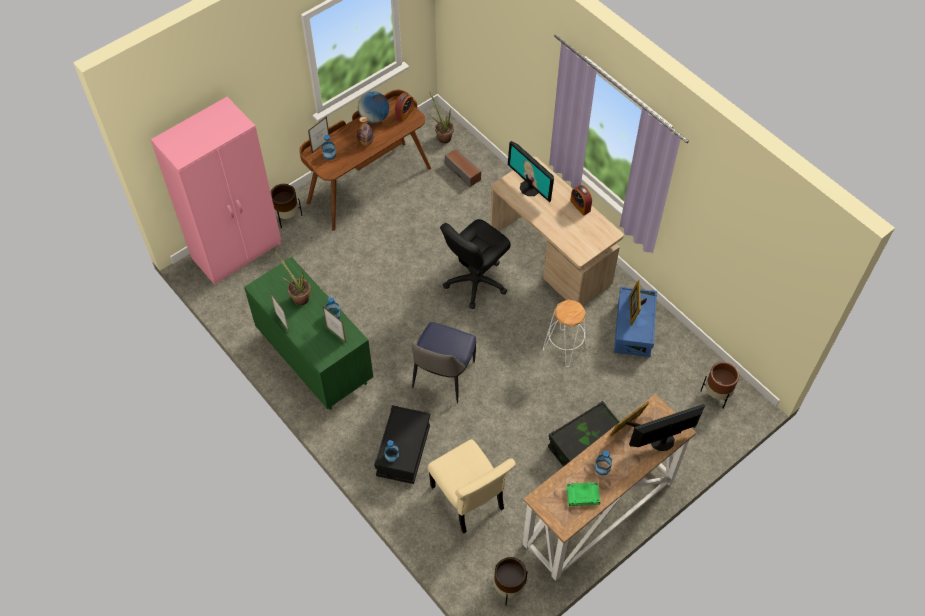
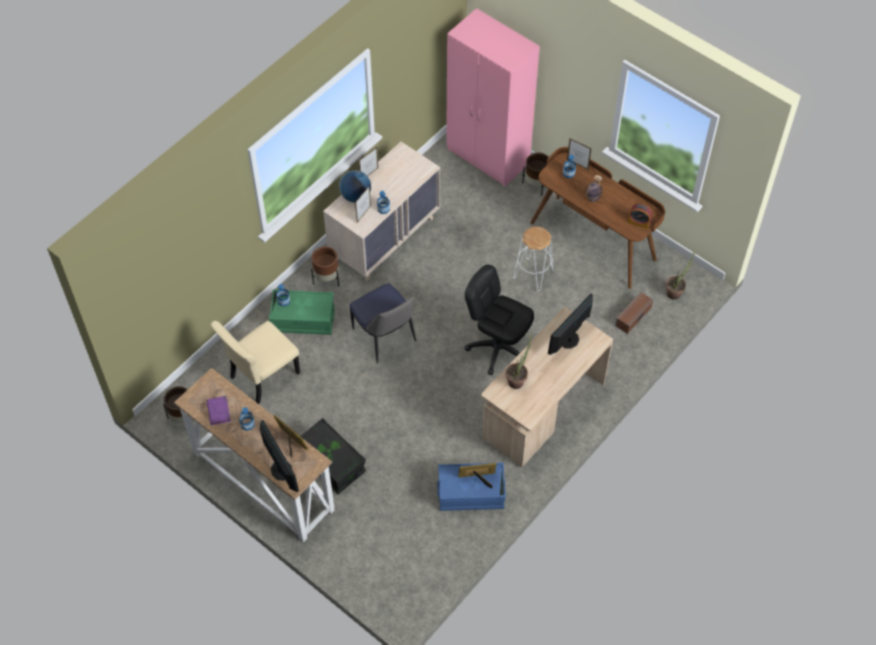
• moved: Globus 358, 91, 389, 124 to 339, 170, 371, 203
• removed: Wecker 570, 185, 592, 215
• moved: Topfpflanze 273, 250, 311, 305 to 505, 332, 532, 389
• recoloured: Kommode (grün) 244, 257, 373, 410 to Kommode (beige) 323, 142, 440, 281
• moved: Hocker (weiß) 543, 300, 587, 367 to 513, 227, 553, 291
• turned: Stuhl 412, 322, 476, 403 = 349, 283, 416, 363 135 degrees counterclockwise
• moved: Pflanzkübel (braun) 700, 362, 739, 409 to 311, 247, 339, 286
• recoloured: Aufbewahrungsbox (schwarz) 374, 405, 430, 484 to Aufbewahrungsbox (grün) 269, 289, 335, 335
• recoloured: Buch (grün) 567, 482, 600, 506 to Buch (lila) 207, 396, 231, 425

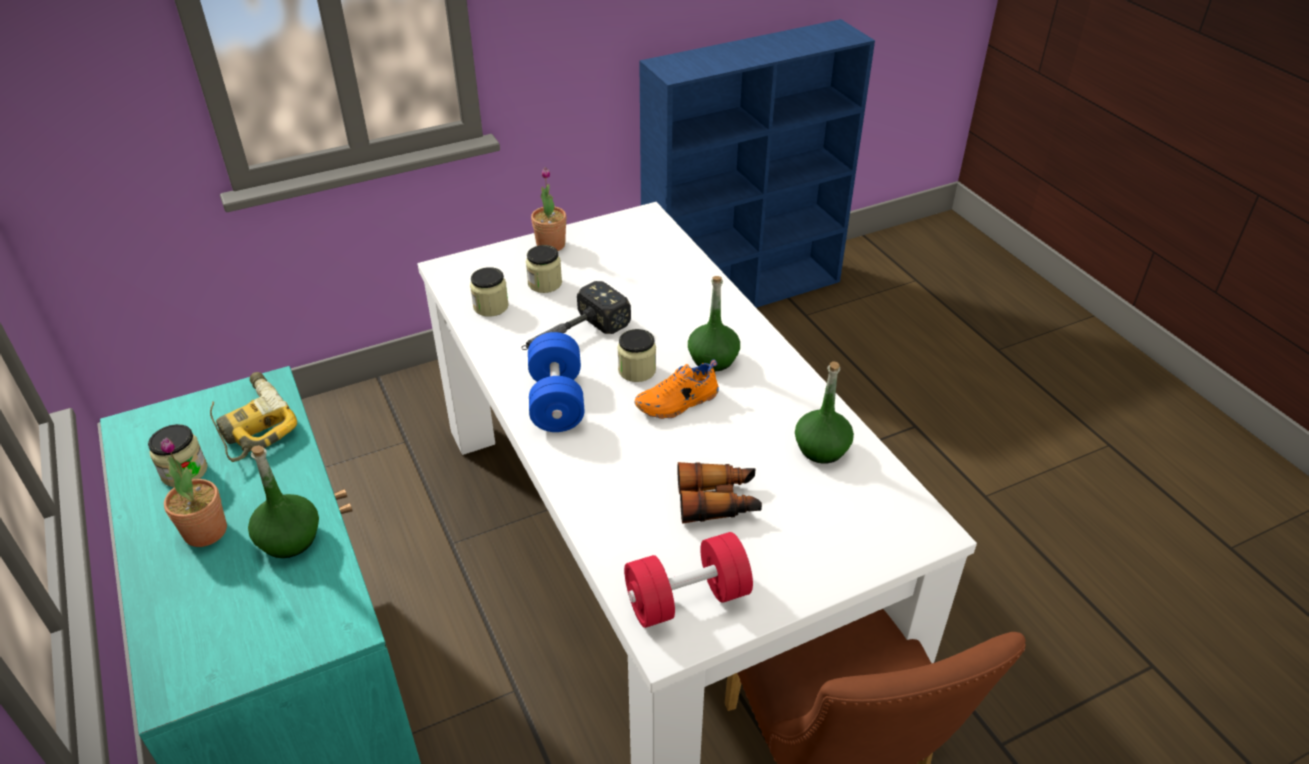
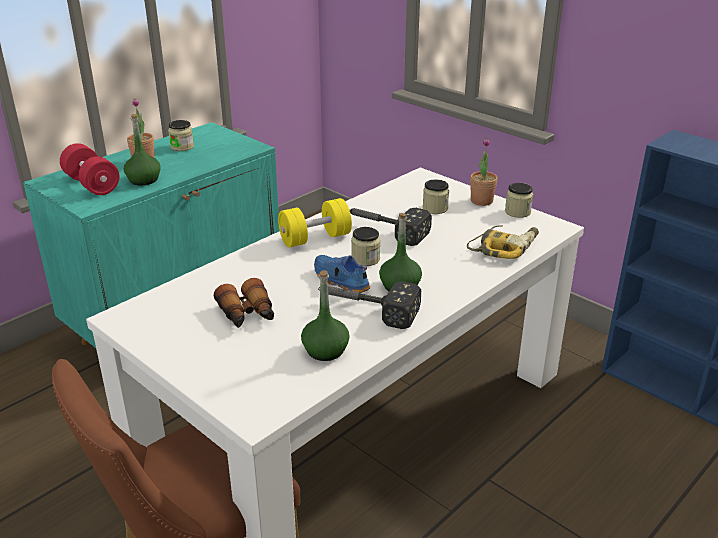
• moved: Vorratsglas 470, 267, 509, 317 to 505, 183, 533, 218
• recoloured: Hantel (blau) 528, 332, 585, 432 to Hantel (gelb) 278, 198, 352, 248
• recoloured: Schuh (orange) 635, 359, 719, 419 to Schuh (blau) 314, 255, 370, 293
• moved: Bohrmaschine 210, 372, 297, 462 to 467, 225, 539, 259
• moved: Hantel (rot) 624, 532, 753, 628 to 60, 143, 120, 195
• added: Hammer 318, 281, 421, 329

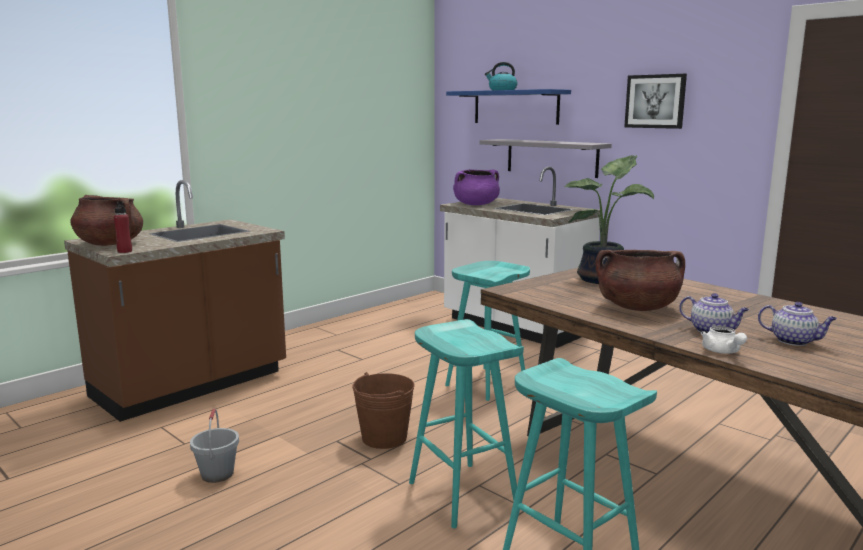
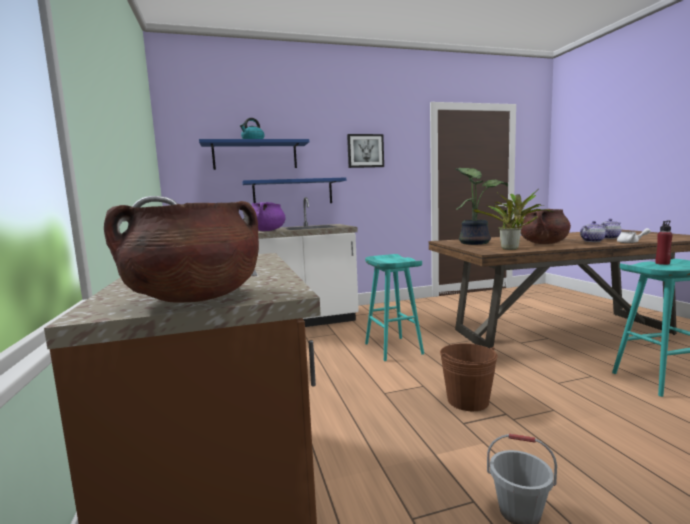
• recoloured: Wandregal (grau) 479, 139, 612, 178 to Wandregal (blau) 242, 177, 346, 203
• moved: Flasche (rot) 114, 201, 132, 253 to 655, 220, 673, 265
• removed: Hocker (türkis) 409, 319, 524, 528
• added: Topfpflanze 473, 188, 554, 250

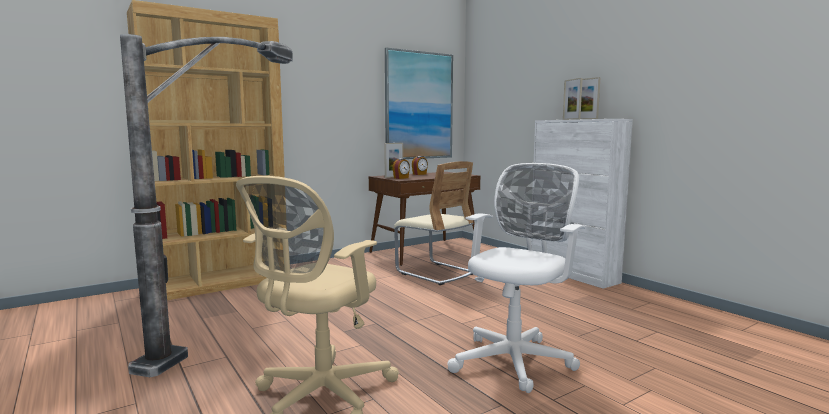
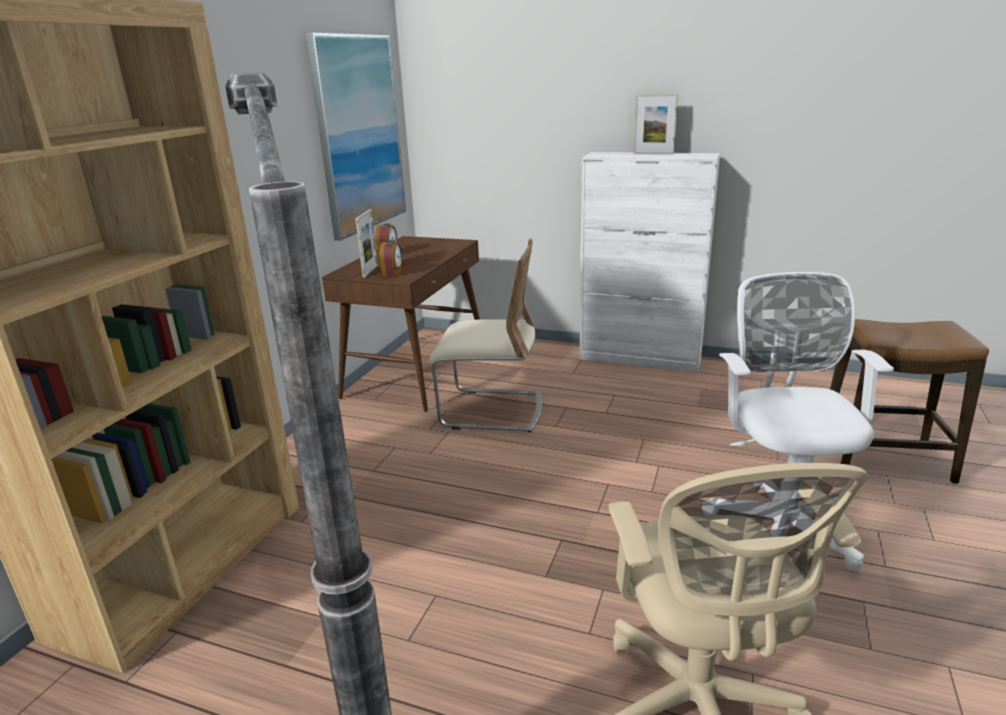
• removed: Bilderrahmen 563, 78, 583, 120
• added: Hocker 830, 319, 989, 484

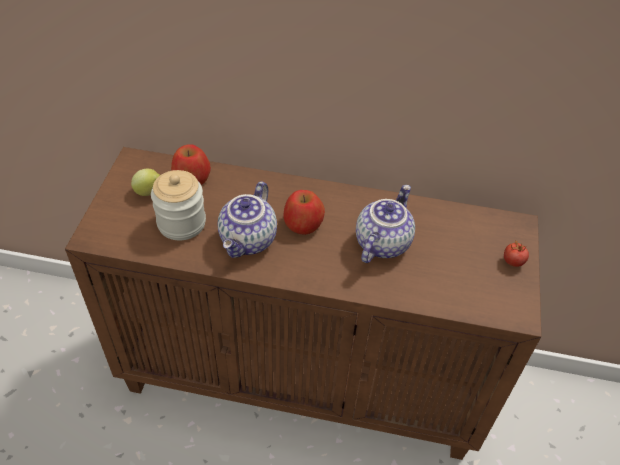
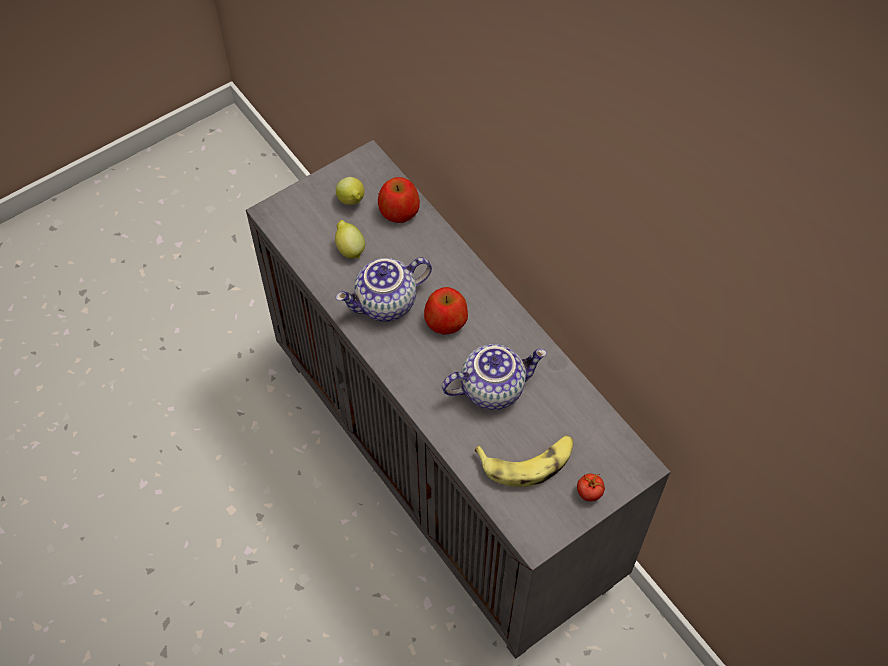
• recoloured: Schrank (braun) 65, 147, 541, 460 to Schrank (grau) 246, 140, 670, 659
• replaced: Vorratsglas 151, 170, 206, 240 to Zitrone 335, 220, 365, 259
• added: Banane 475, 435, 573, 487

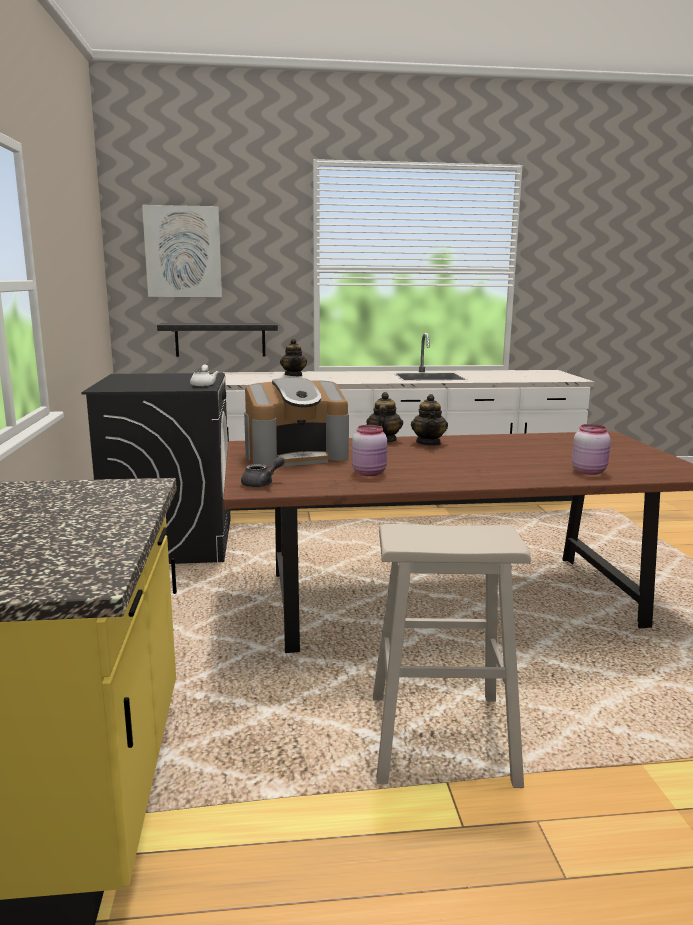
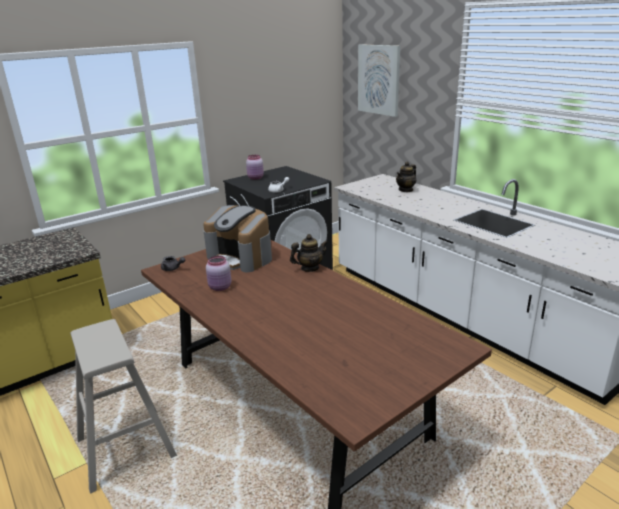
• removed: Wandregal (schwarz) 157, 323, 278, 357
• removed: Teekanne 411, 394, 448, 446
• moved: Vorratsglas (rosa) 572, 424, 611, 475 to 246, 155, 264, 180

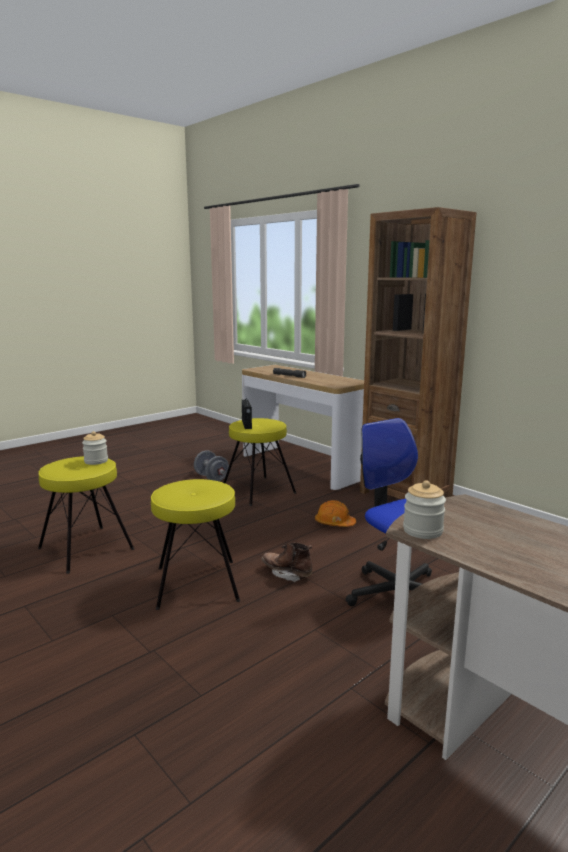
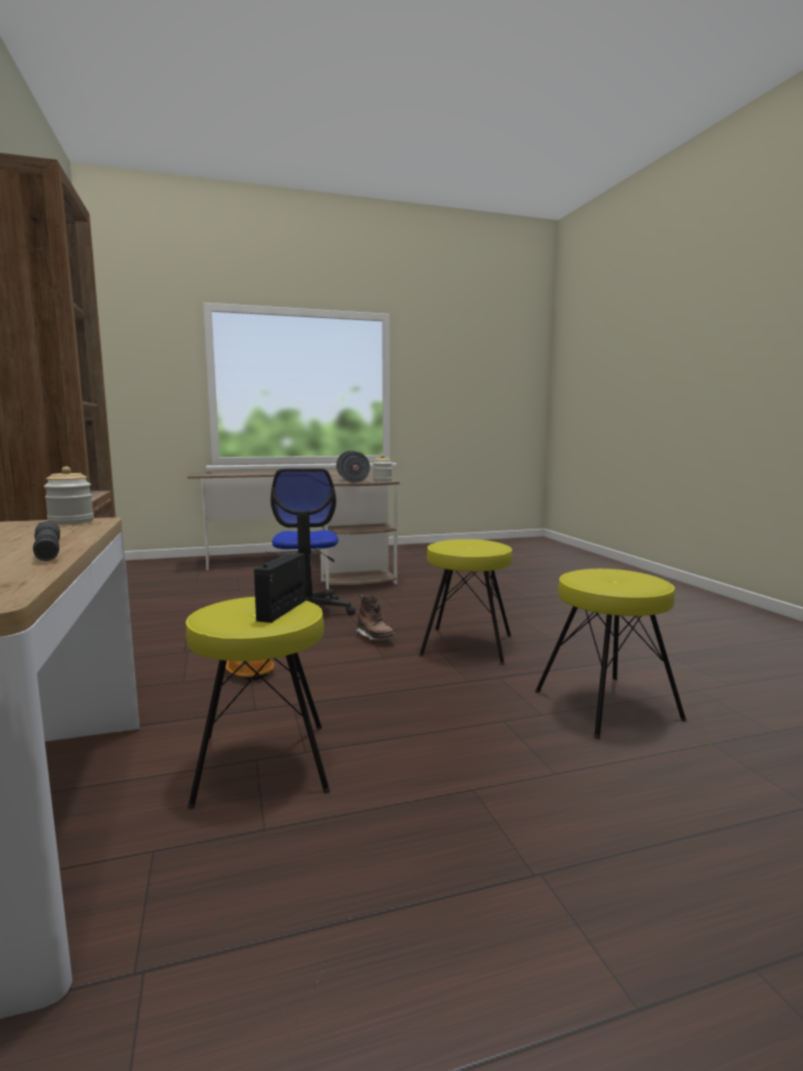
• moved: Vorratsglas 82, 431, 108, 465 to 44, 466, 94, 525
• moved: Hantel (grau) 194, 450, 229, 481 to 336, 450, 370, 483

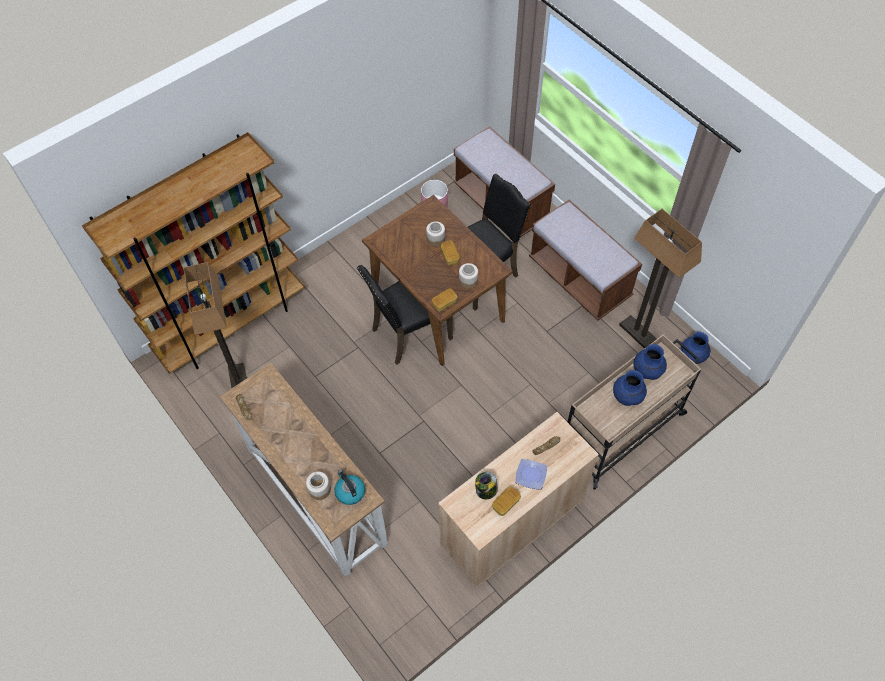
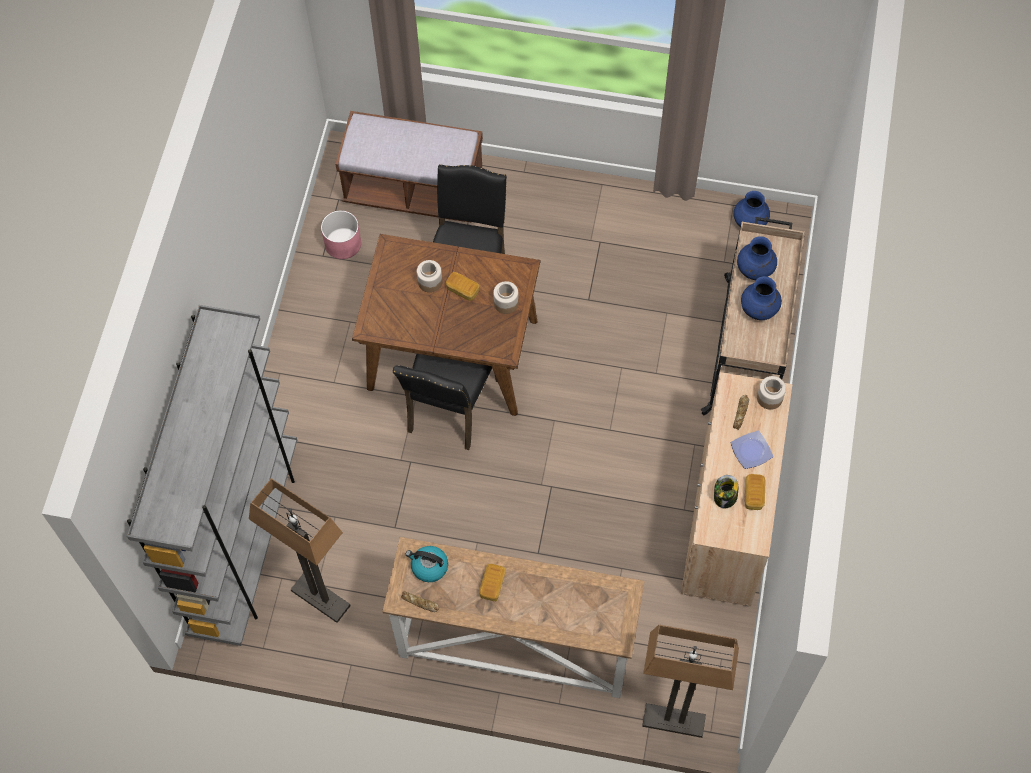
• recoloured: Bücherregal (braun) 82, 132, 305, 374 to Bücherregal (grau) 127, 305, 297, 646
• removed: Bank (braun) 529, 200, 642, 321
• moved: Stehlampe 619, 209, 702, 349 to 642, 625, 739, 738
• moved: Brot 432, 288, 458, 312 to 479, 564, 506, 601
• moved: Wasserkessel 334, 470, 365, 505 to 406, 546, 448, 582
• moved: Vorratsglas 306, 472, 331, 500 to 757, 376, 786, 410

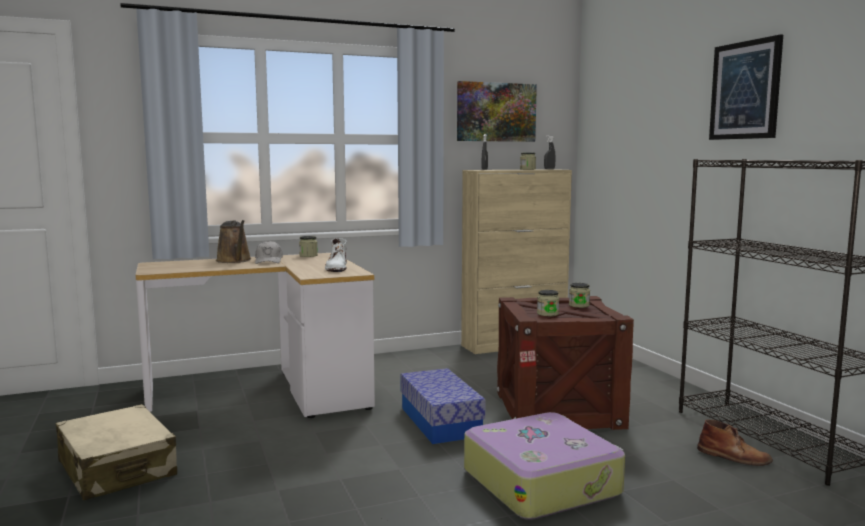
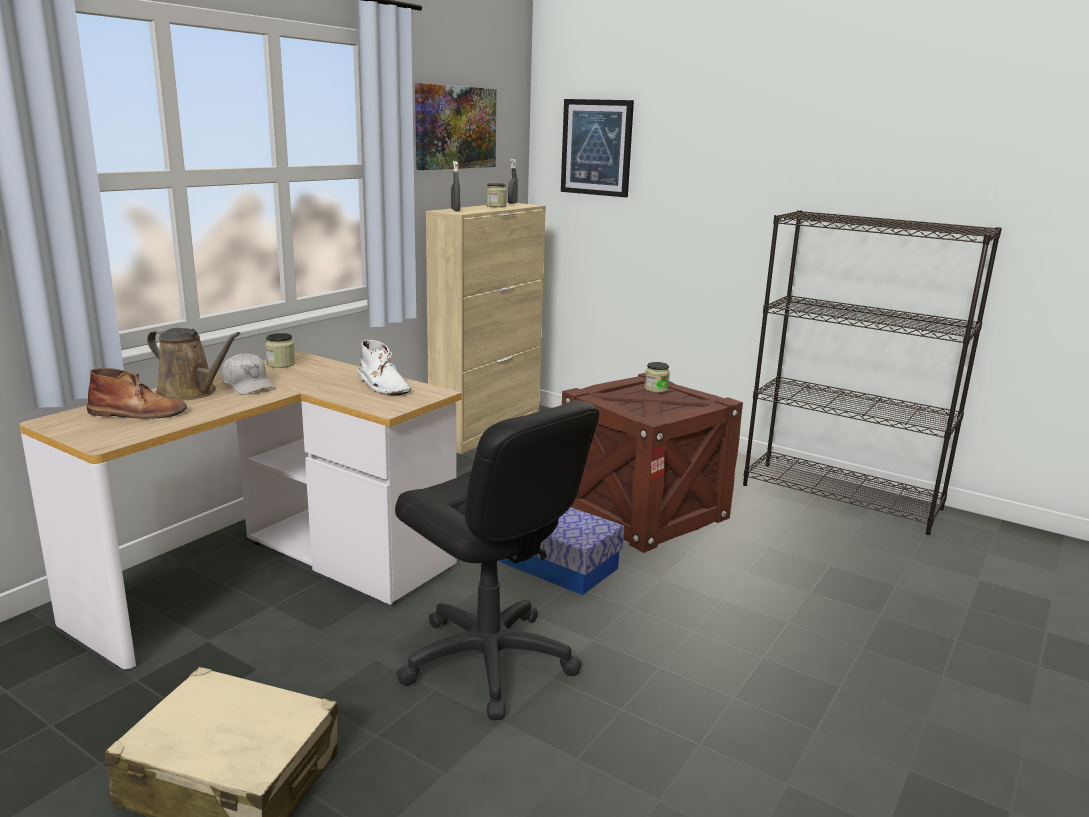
• moved: Bild 709, 34, 783, 140 to 561, 99, 634, 197
• removed: Vorratsglas 537, 290, 559, 316
• removed: Koffer 464, 412, 625, 520
• moved: Stiefel (braun) 697, 419, 773, 466 to 87, 368, 187, 419
• added: Bürostuhl (schwarz) 395, 400, 599, 720

